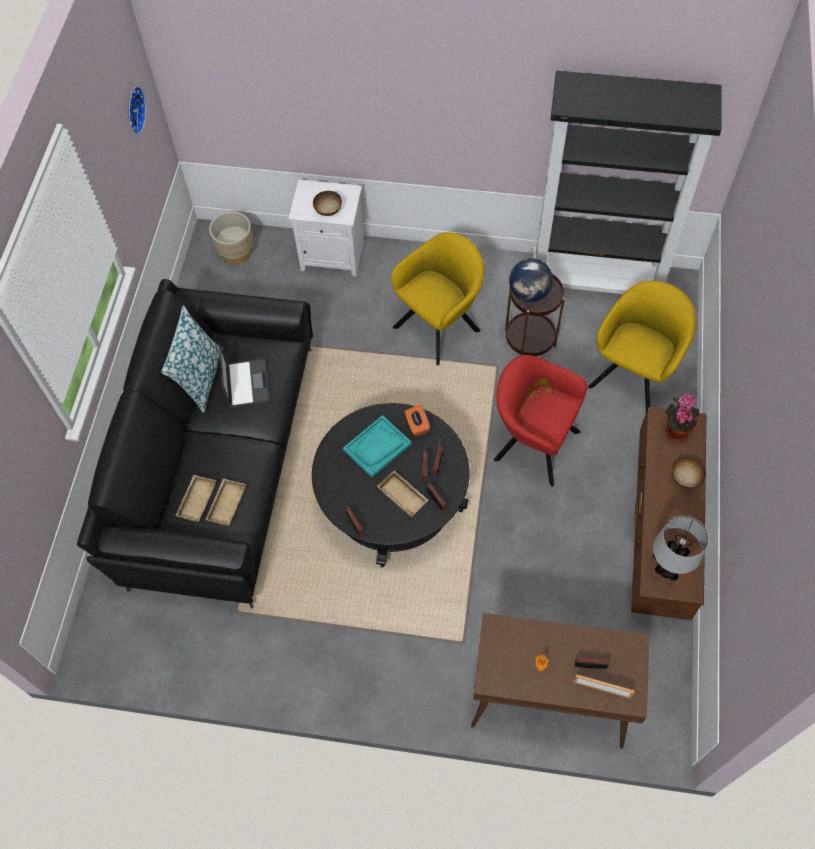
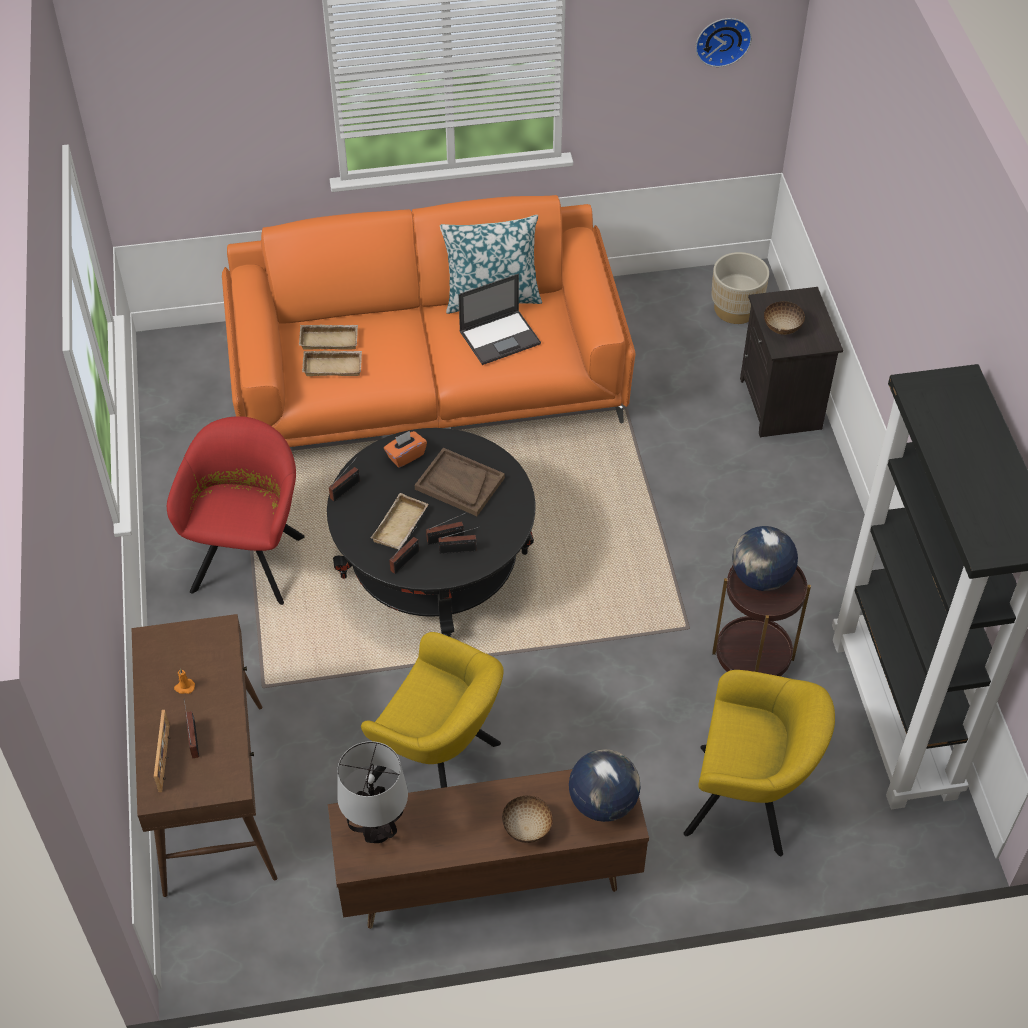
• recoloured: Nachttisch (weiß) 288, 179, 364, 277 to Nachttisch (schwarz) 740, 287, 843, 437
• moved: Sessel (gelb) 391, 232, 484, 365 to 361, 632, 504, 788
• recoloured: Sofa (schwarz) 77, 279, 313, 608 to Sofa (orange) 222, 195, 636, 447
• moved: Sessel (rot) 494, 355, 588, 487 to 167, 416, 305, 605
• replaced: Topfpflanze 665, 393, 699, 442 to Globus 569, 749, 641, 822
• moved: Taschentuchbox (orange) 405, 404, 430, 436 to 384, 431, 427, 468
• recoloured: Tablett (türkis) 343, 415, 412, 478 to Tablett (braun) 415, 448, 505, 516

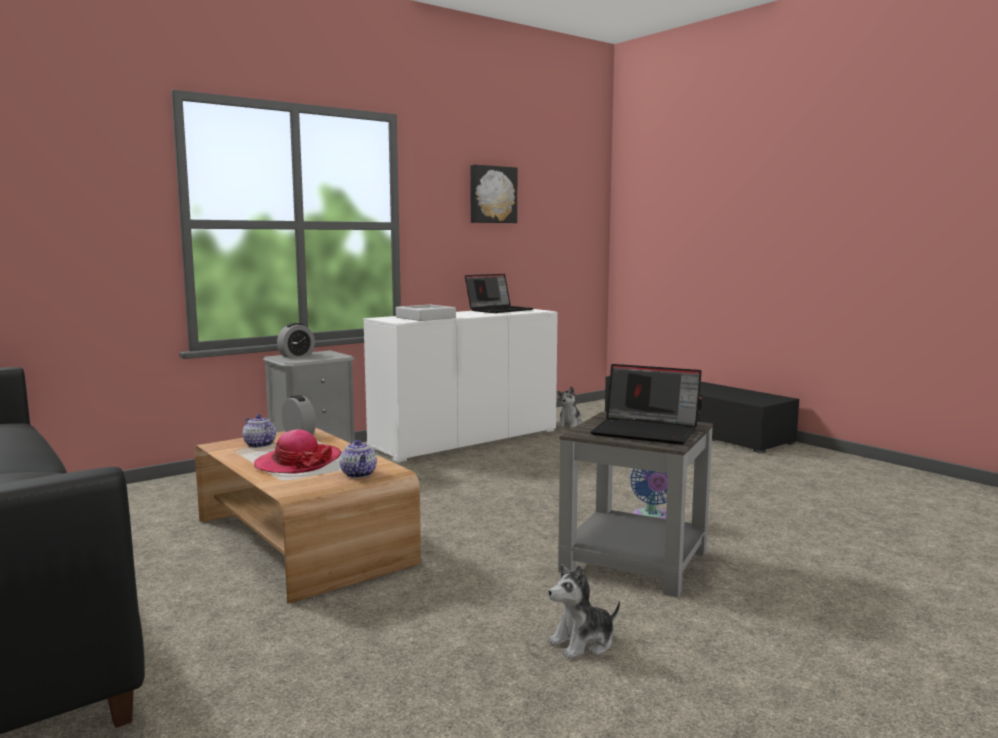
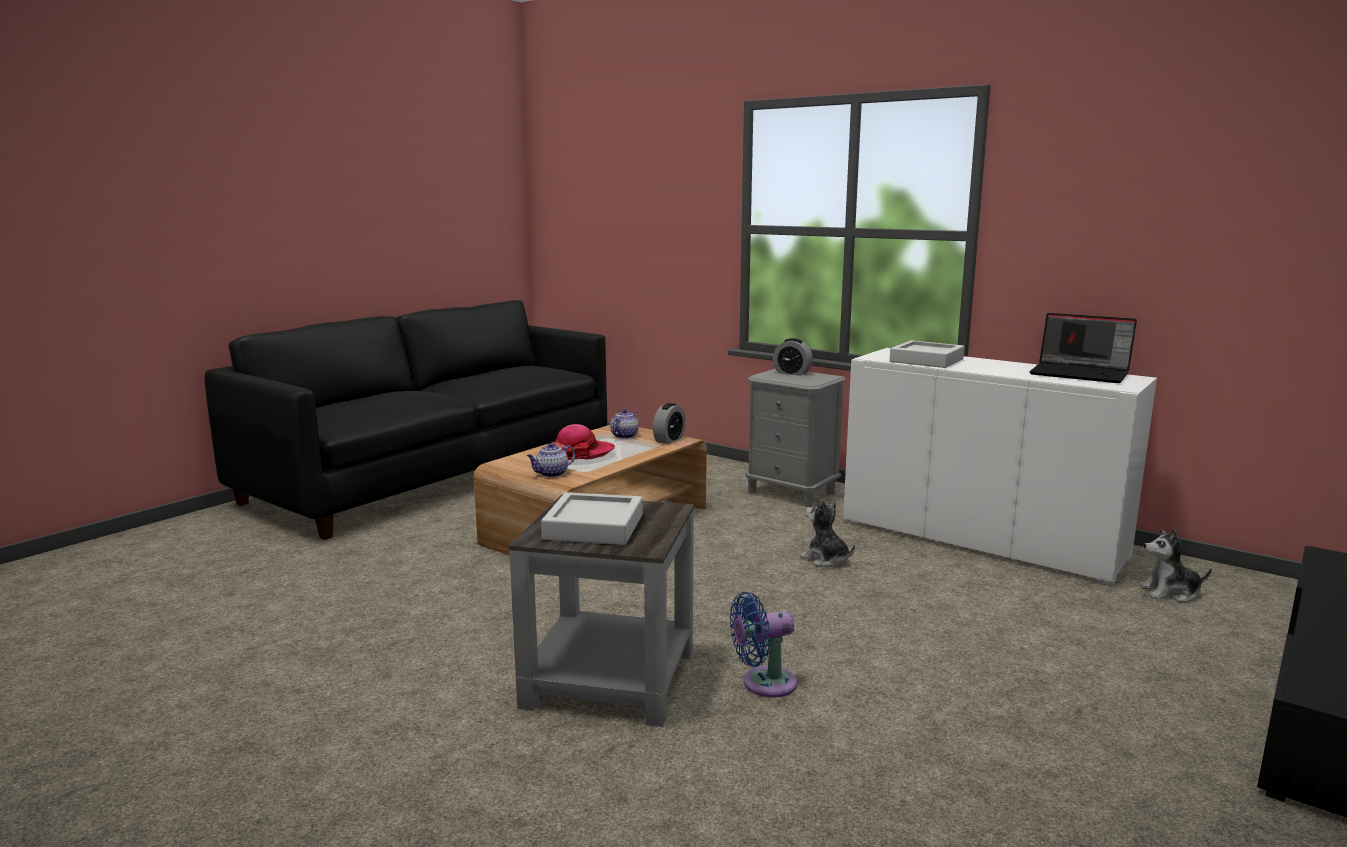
• removed: Bild 470, 164, 517, 223
• replaced: Laptop 590, 364, 702, 445 to Tablett (grau) 541, 492, 643, 545
• moved: Plüschtier 548, 564, 620, 659 to 800, 499, 855, 567

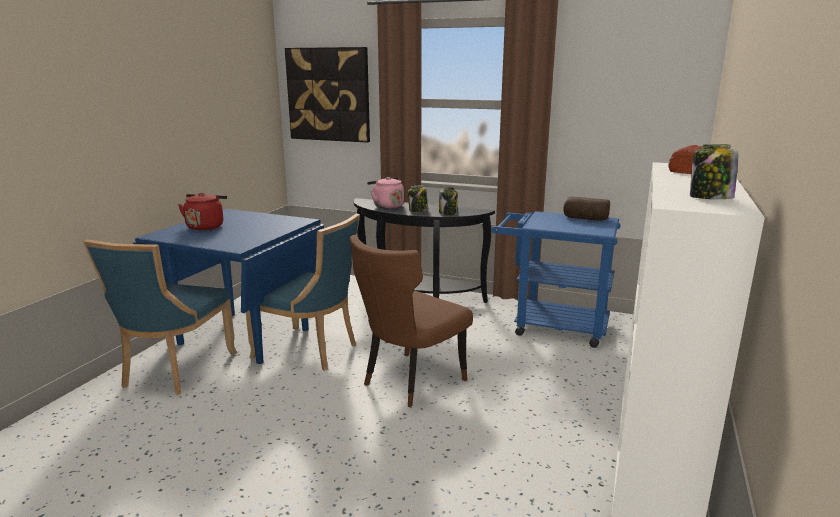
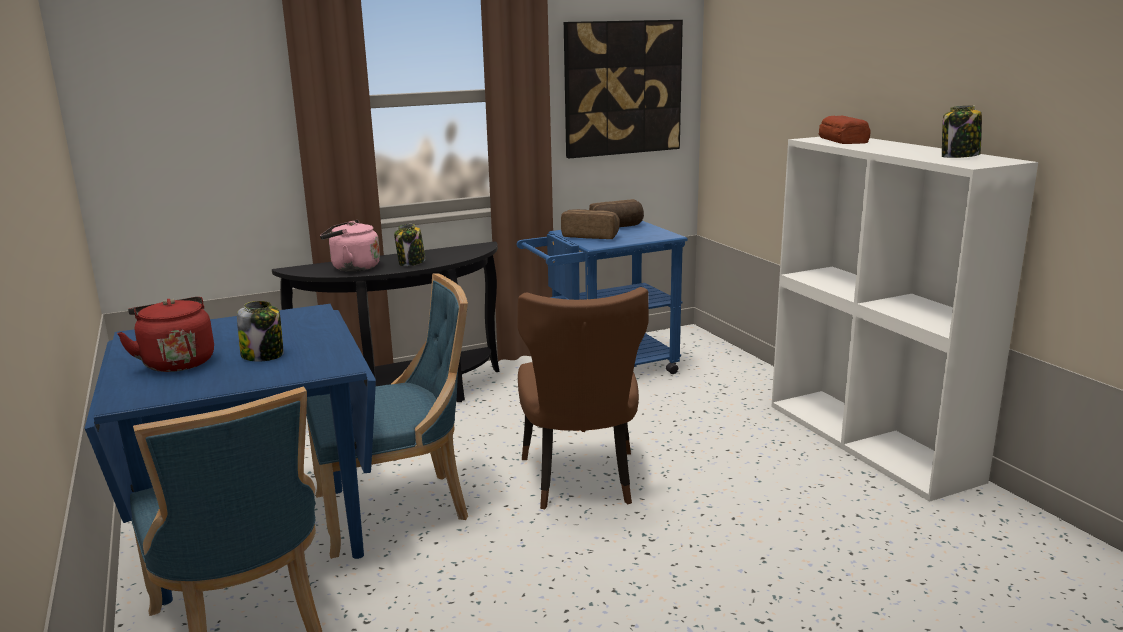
• moved: Bild 285, 47, 370, 143 to 564, 20, 683, 158
• moved: Vorratsglas 439, 187, 458, 215 to 237, 301, 283, 362
• added: Brot 561, 209, 620, 239

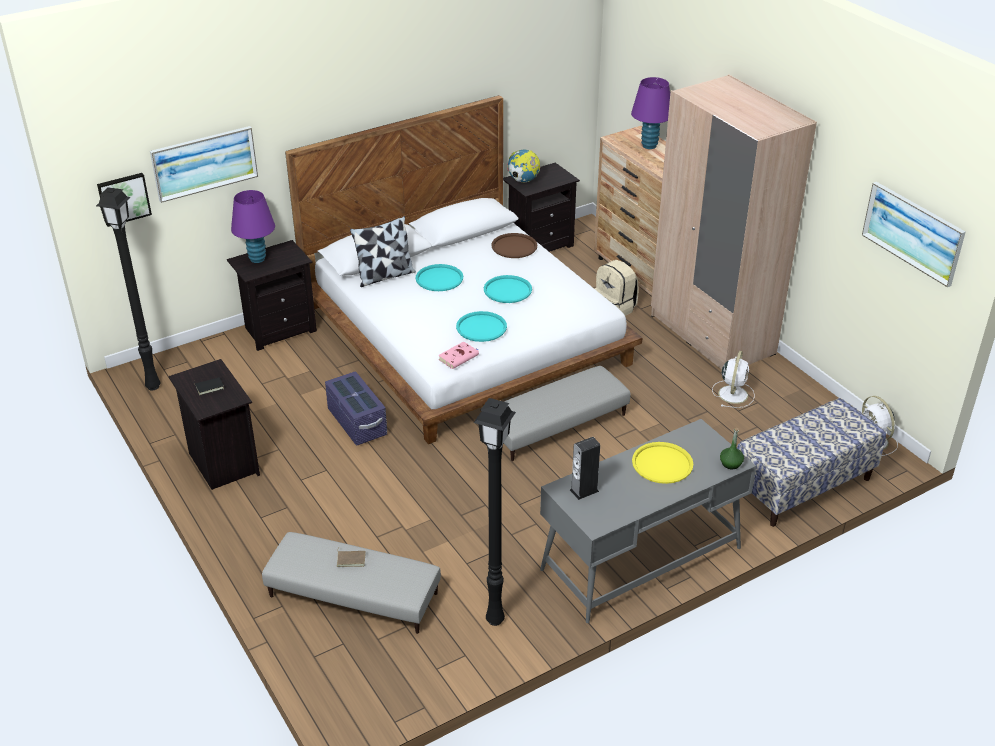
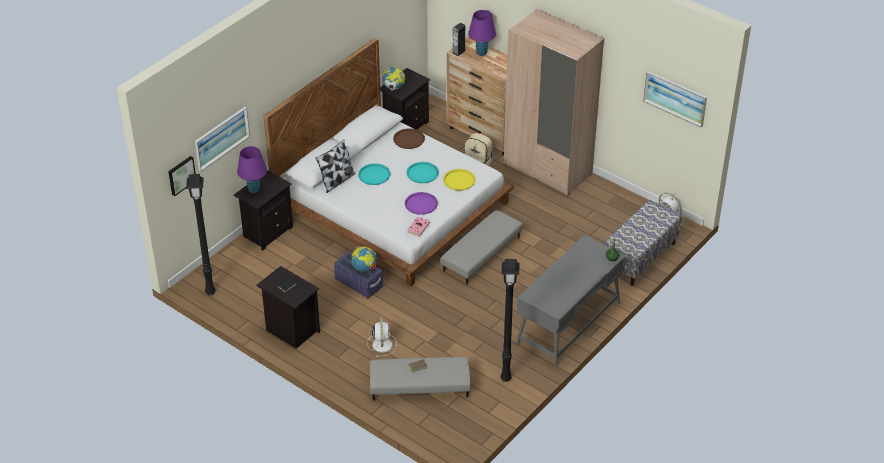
• recoloured: Tablett (türkis) 456, 311, 507, 342 to Tablett (lila) 405, 192, 438, 215
• moved: Ventilator (weiß) 712, 351, 755, 408 to 367, 316, 397, 357
• moved: Lautsprecher 570, 437, 600, 500 to 452, 23, 466, 56
• moved: Tablett (gelb) 632, 442, 693, 484 to 443, 169, 476, 191
• added: Globus 351, 246, 377, 272

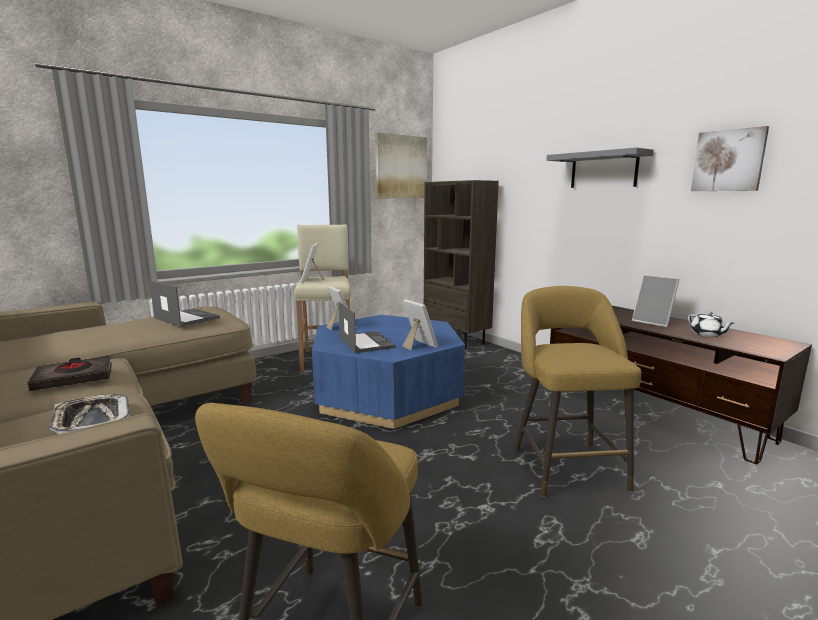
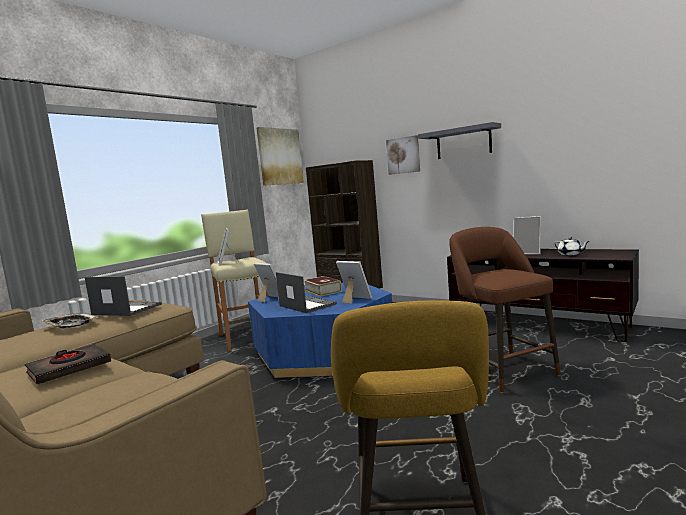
• moved: Bild 691, 126, 769, 191 to 386, 135, 420, 175
• recoloured: Hocker (gelb) 514, 286, 641, 497 to Hocker (braun) 449, 227, 561, 393
• moved: Tablett 50, 394, 130, 434 to 42, 313, 98, 328
• added: Buch 304, 276, 342, 297

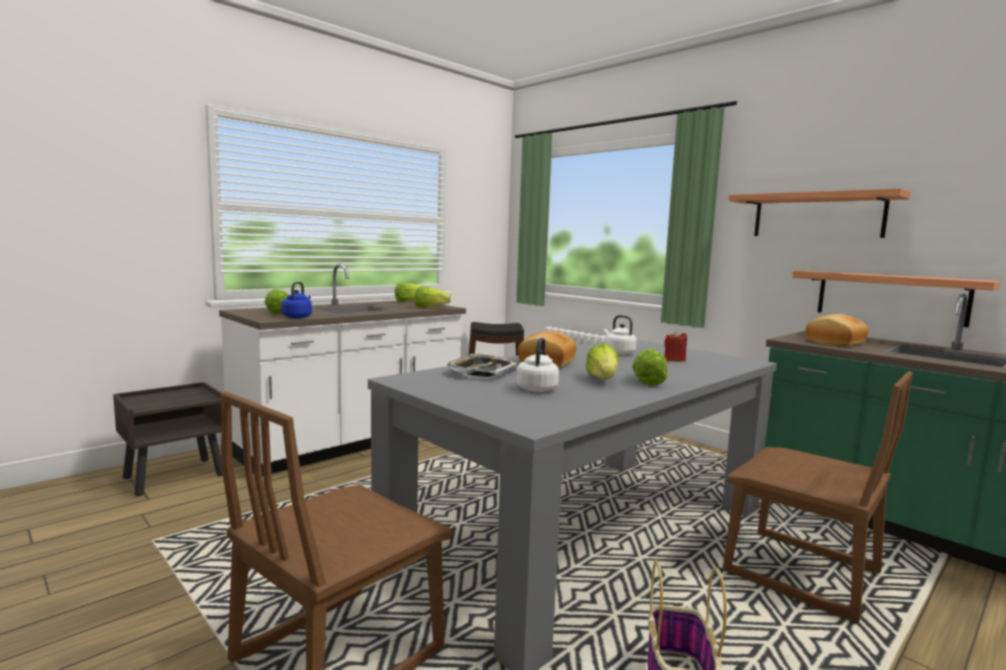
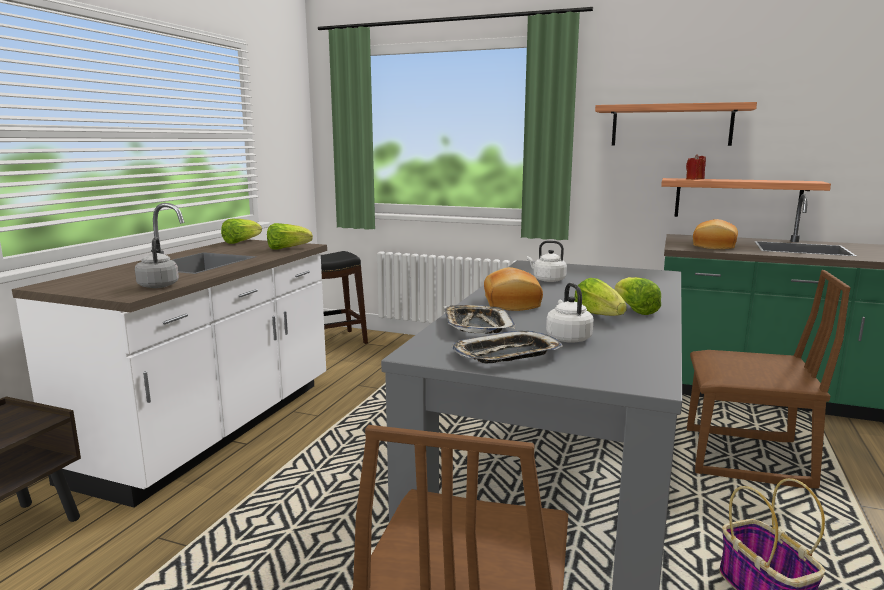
• recoloured: Wasserkessel (blau) 281, 282, 312, 318 to Wasserkessel (grau) 135, 237, 179, 288
• removed: Salatkopf 264, 289, 289, 314
• moved: Kerze (rot) 664, 331, 687, 362 to 686, 154, 706, 179
• added: Tablett 451, 331, 563, 363

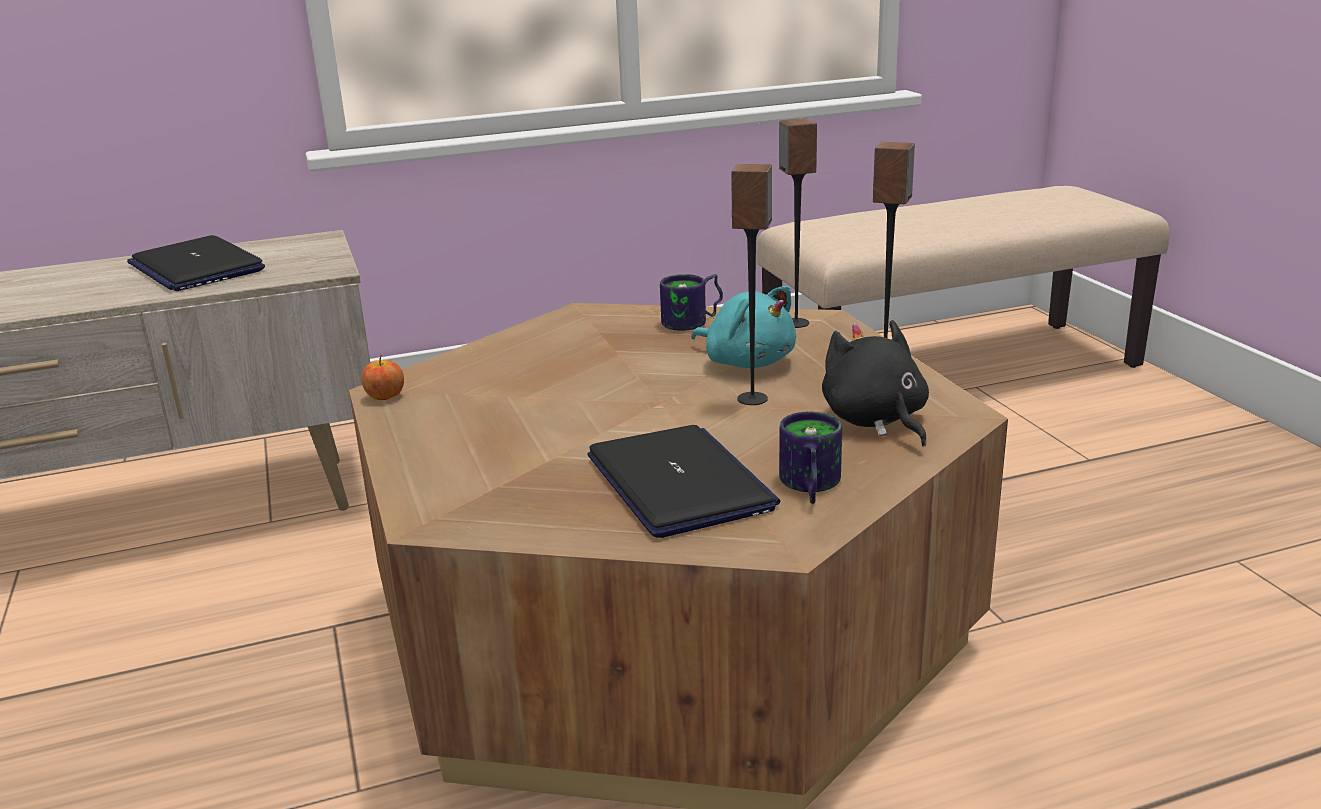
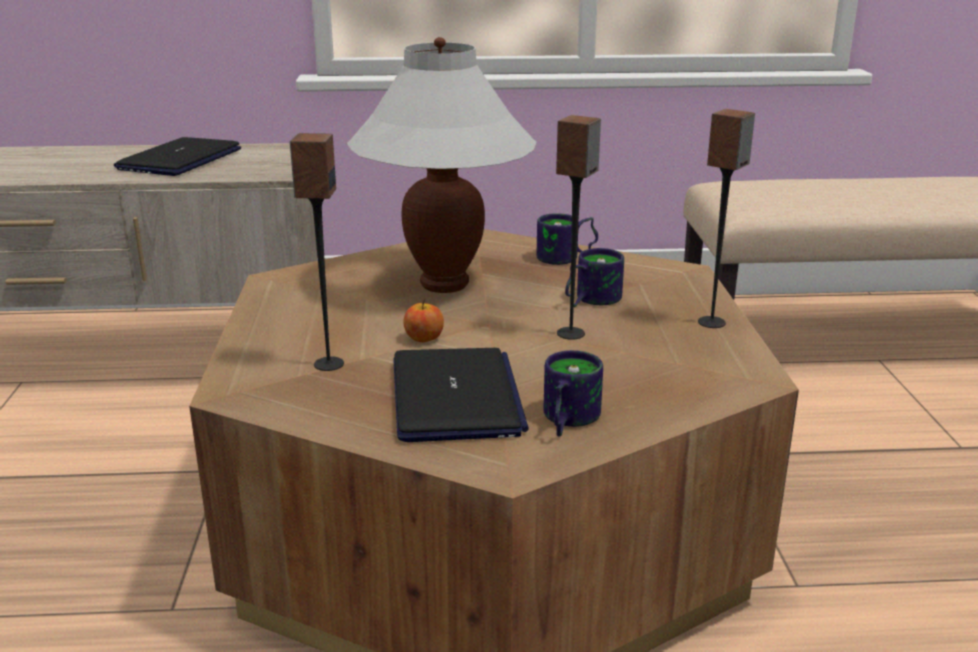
• moved: Lautsprecher 779, 118, 817, 328 to 290, 133, 344, 371
• turned: Laptop 127, 235, 265, 291 = 114, 137, 241, 176 45 degrees clockwise
• replaced: Plüschtier (türkis) 691, 286, 796, 368 to Henkelbecher 565, 248, 624, 307
• removed: Plüschtier (schwarz) 822, 320, 929, 447
• moved: Apfel 361, 354, 404, 400 to 403, 298, 444, 342
• added: Tischlampe (weiß) 347, 37, 536, 293

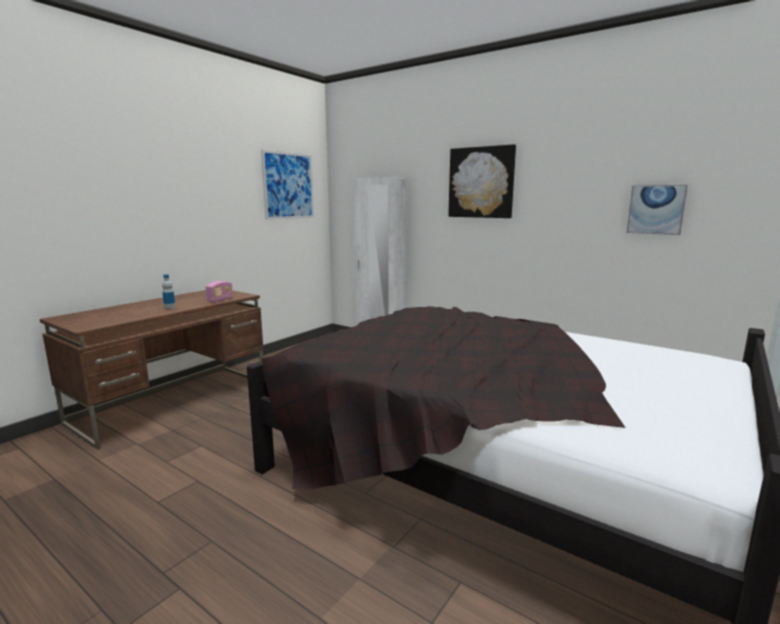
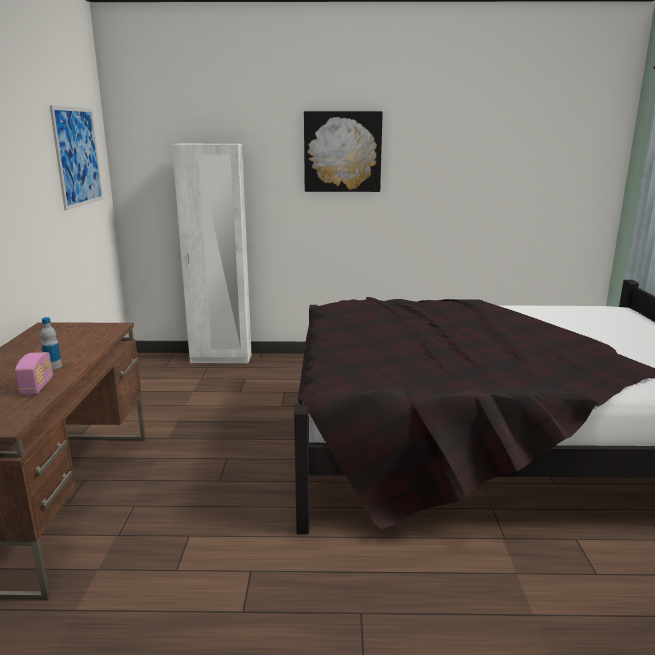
• removed: Bild 627, 185, 688, 235
• moved: Radio 205, 281, 233, 302 to 15, 352, 53, 395

